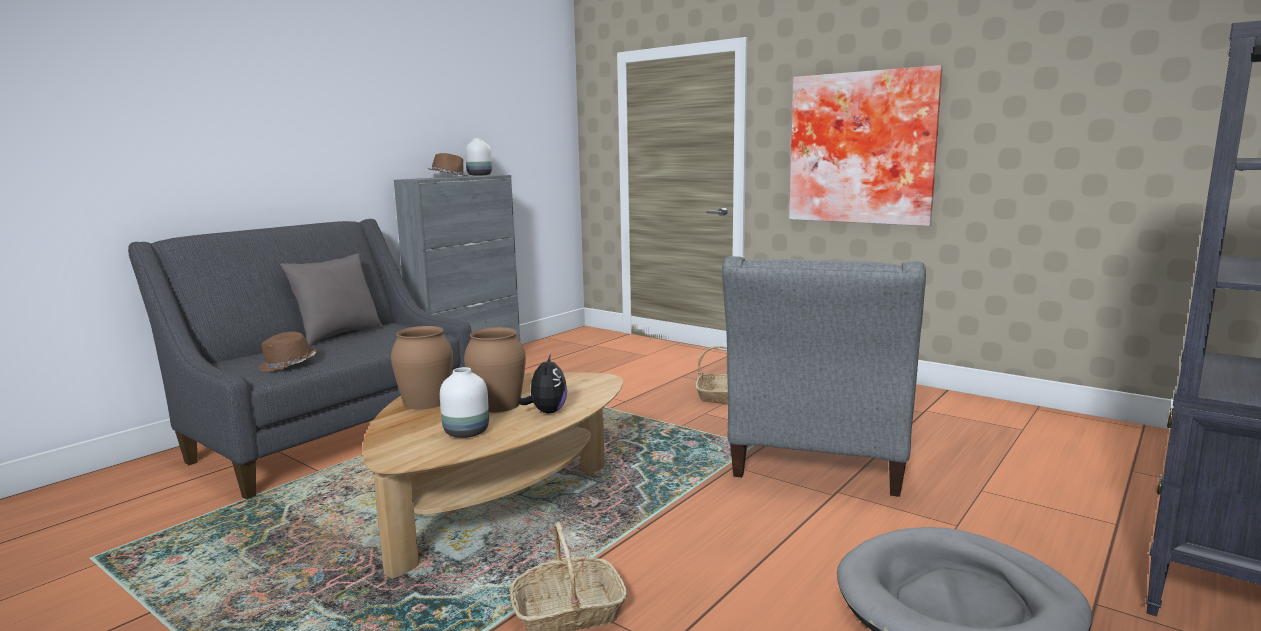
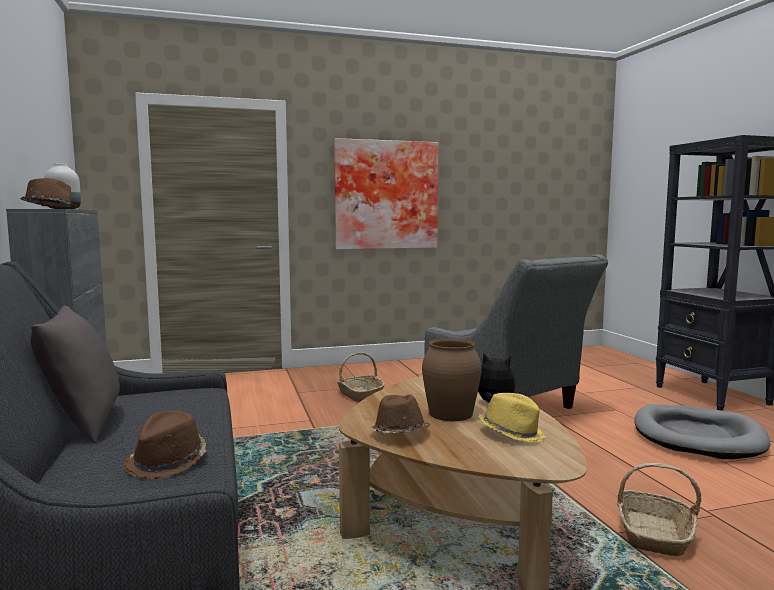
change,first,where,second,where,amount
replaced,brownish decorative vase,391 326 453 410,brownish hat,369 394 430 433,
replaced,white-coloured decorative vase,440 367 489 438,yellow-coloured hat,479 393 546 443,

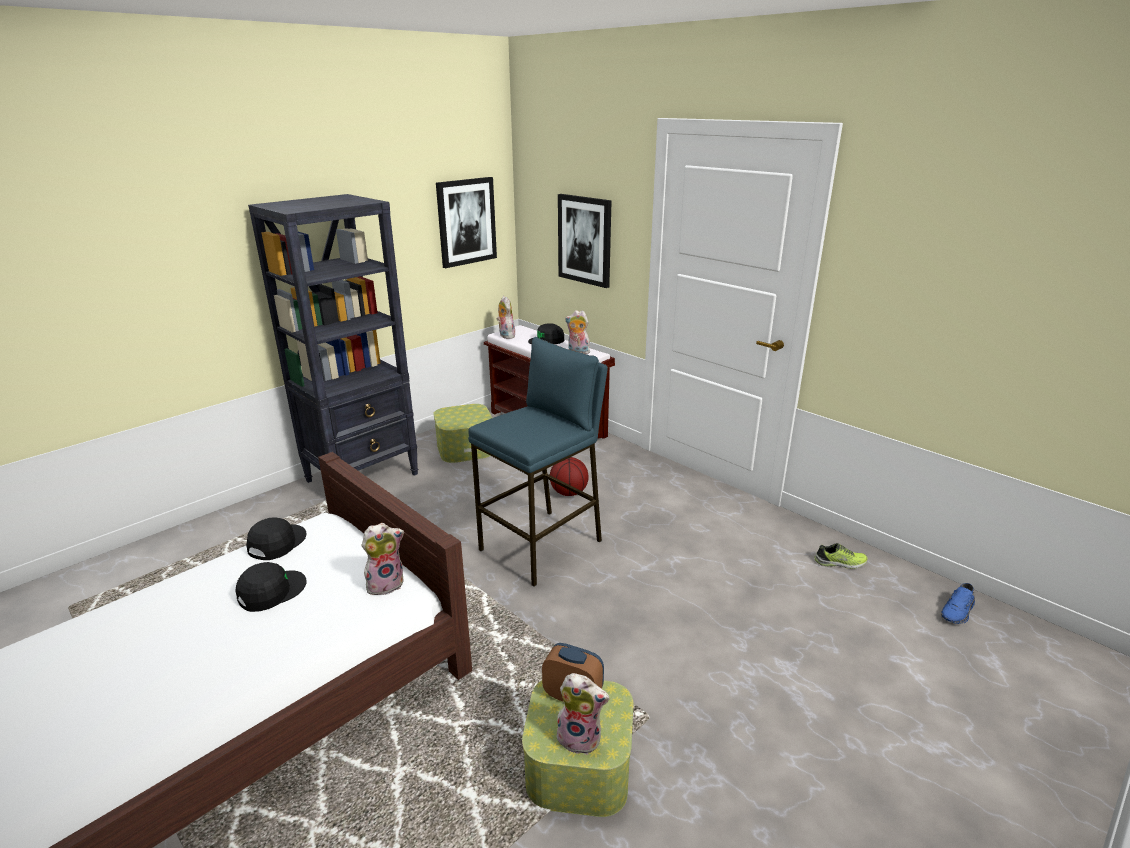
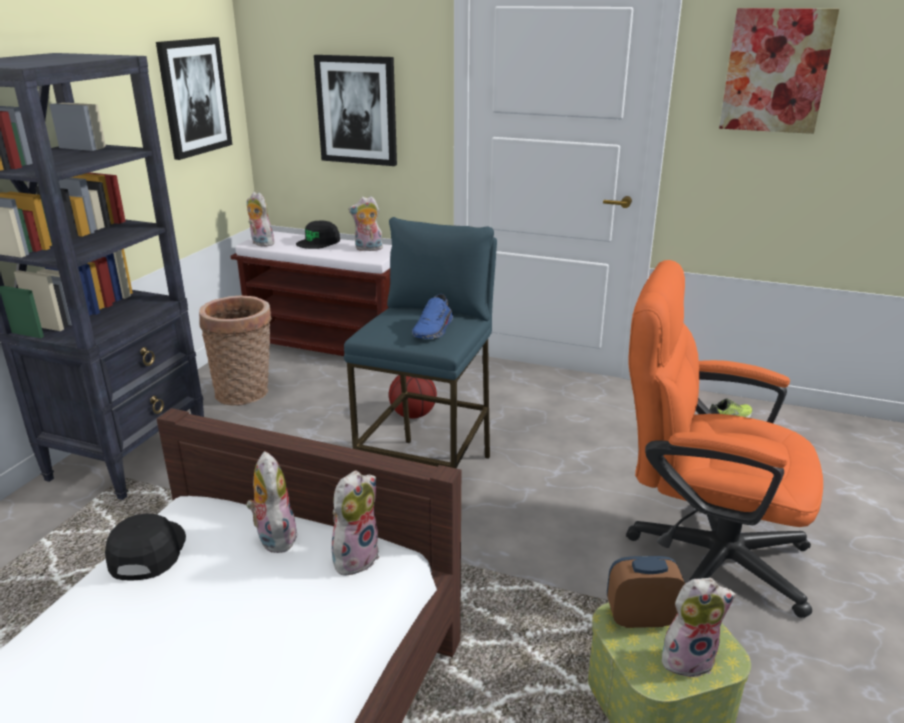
change,first,where,second,where,amount
removed,blackish baseball cap,235 562 307 612,,,
replaced,storage bin,433 404 492 463,storage basket,199 296 272 406,
moved,blue shoe,941 583 975 624,,412 294 453 339,
added,,,soft toy,246 451 297 553,
added,,,orange-coloured desk chair,626 260 823 618,
added,,,picture,719 8 839 134,

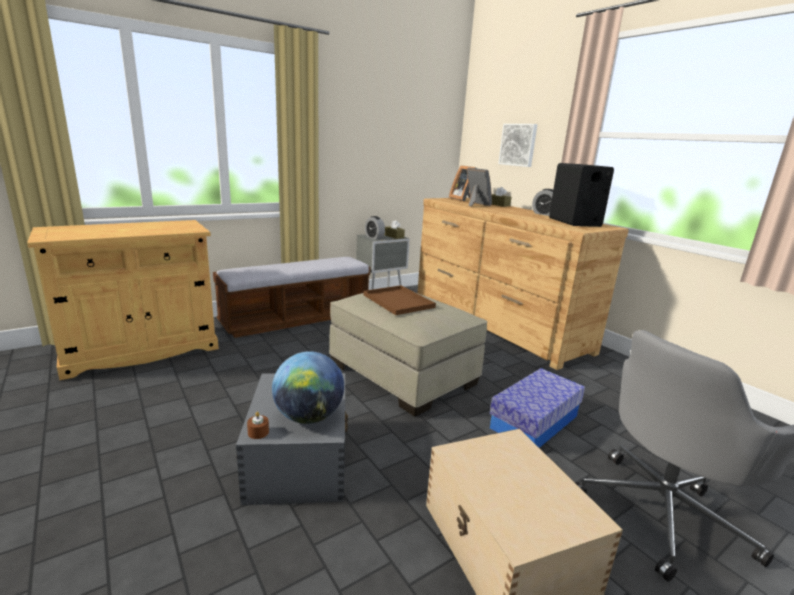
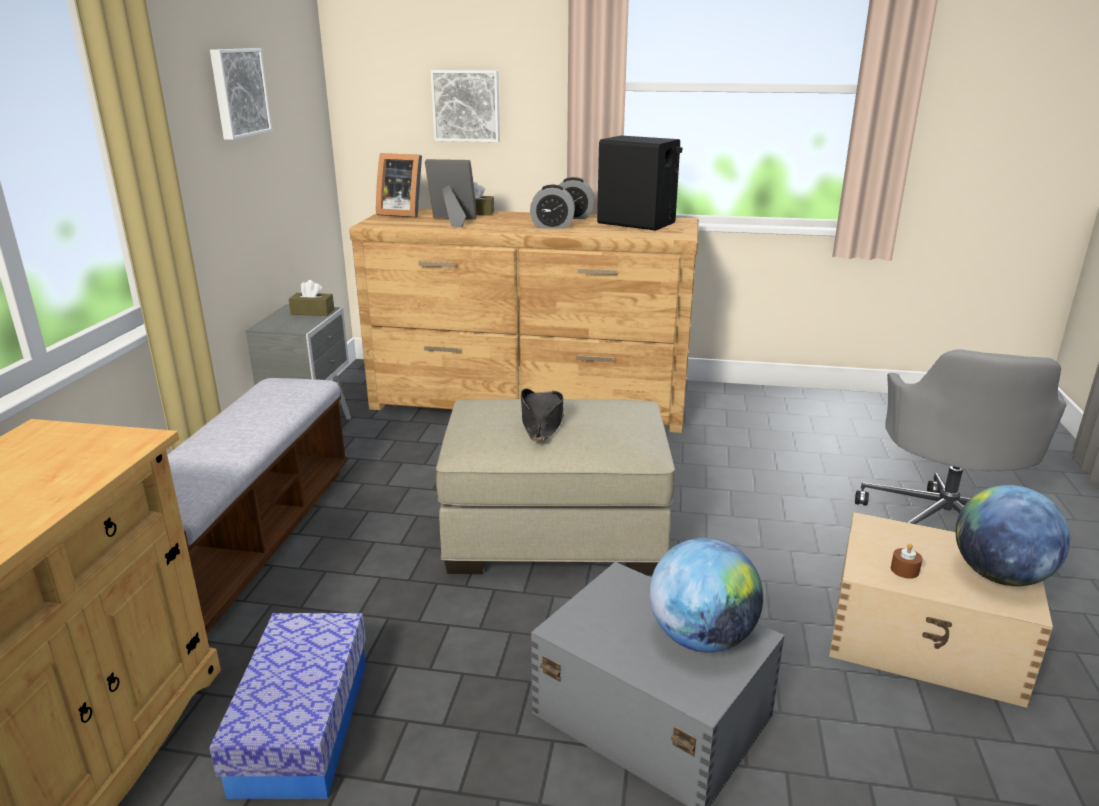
change,first,where,second,where,amount
moved,brownish wax light,247 412 269 439,,891 543 922 579,
replaced,brownish serving tray,363 285 436 315,blackish hat,521 389 564 441,
moved,bedside clock,365 216 385 240,,530 185 575 229,
moved,storage bin,490 368 585 448,,210 613 366 799,
added,,,picture,210 48 272 140,
added,,,desk globe,956 485 1070 586,

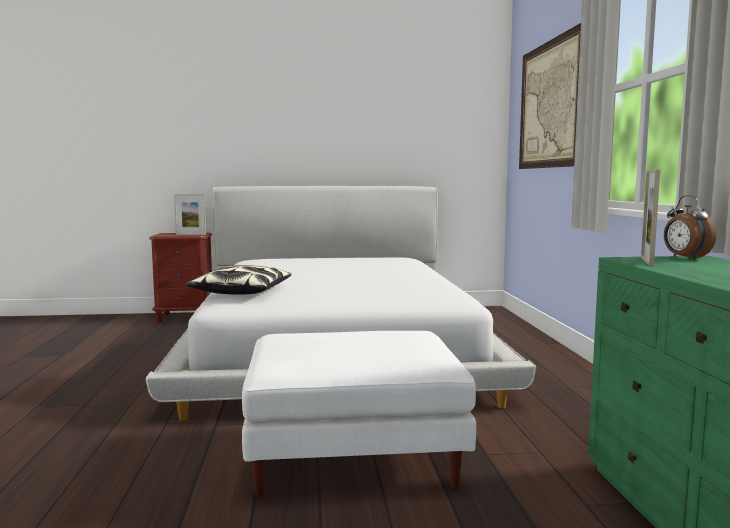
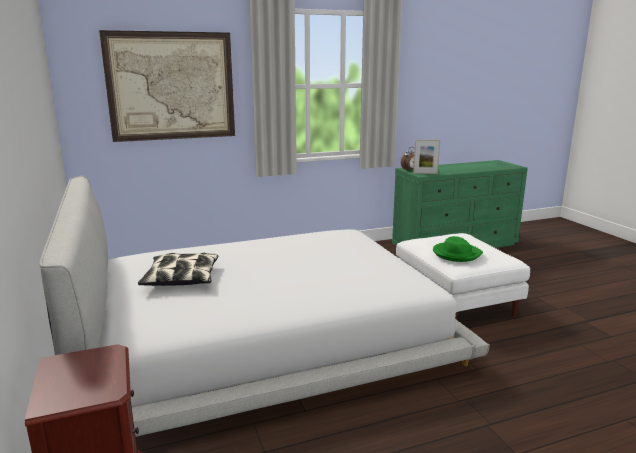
change,first,where,second,where,amount
removed,picture frame,174 194 206 235,,,
moved,throw pillow,186 265 291 295,,138 253 218 286,
added,,,greenish hat,433 236 483 262,

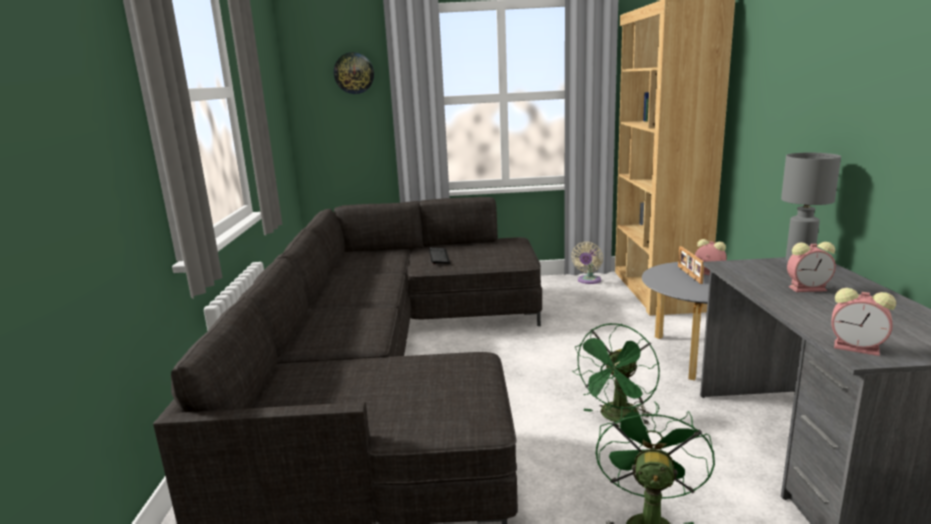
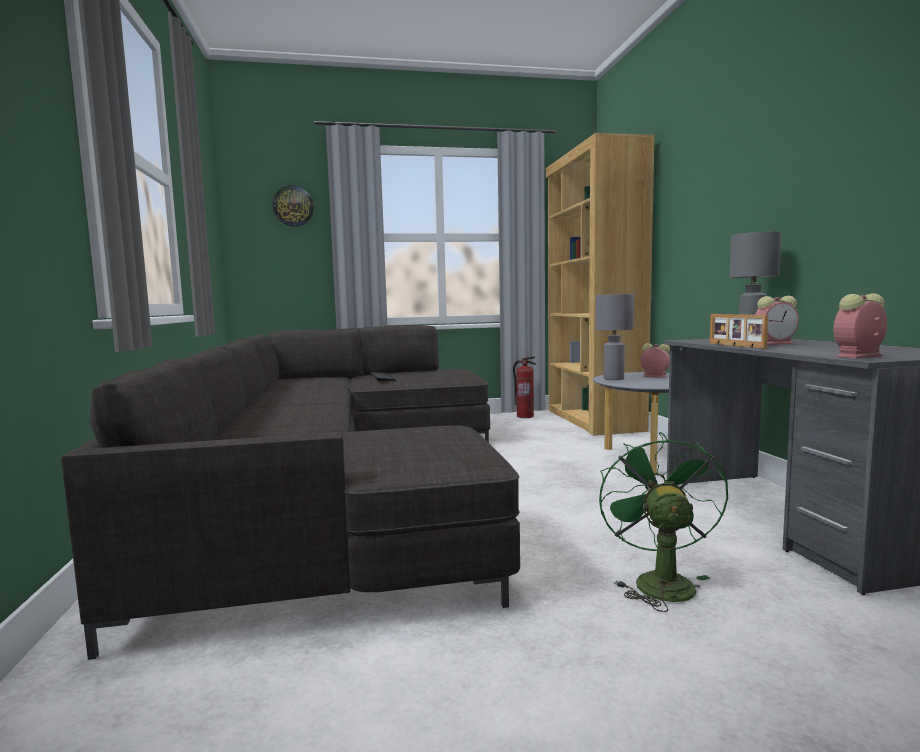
change,first,where,second,where,amount
replaced,beige-coloured electric fan,571 242 603 284,fire extinguisher,513 356 536 418,
removed,greenish electric fan,572 323 660 425,,,
moved,picture frame,678 246 704 284,,710 314 769 349,
turned,bedside clock,831 288 896 356,,834 293 887 358,135 degrees clockwise
added,,,gray lamp for a table,596 294 634 380,

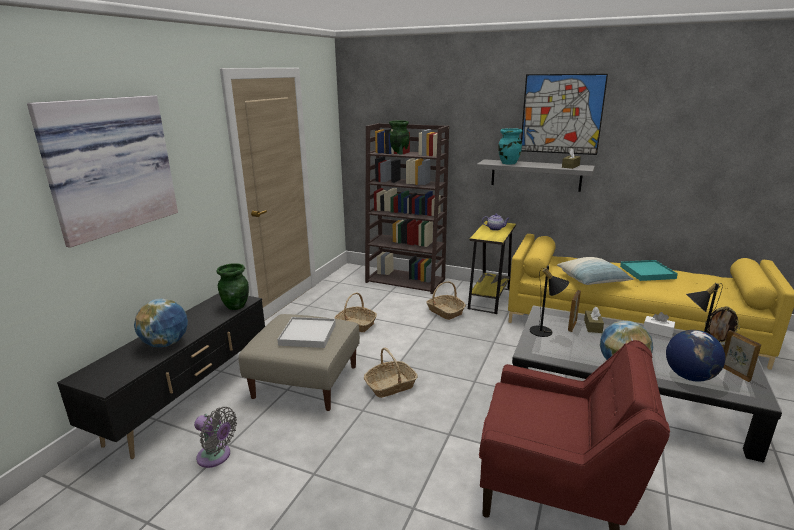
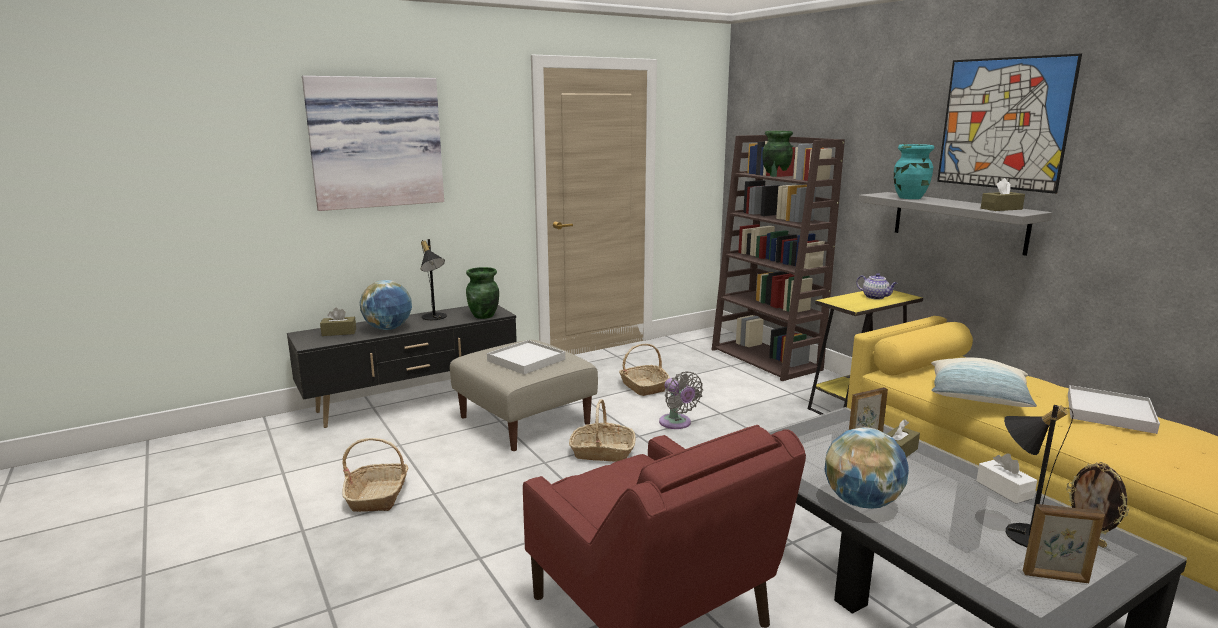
change,first,where,second,where,amount
moved,gray electric fan,194 407 237 468,,659 371 703 429,
moved,storage basket,426 281 466 320,,342 438 409 512,
moved,blackish lamp for a table,530 265 569 337,,421 239 447 320,
recoloured,blue-green serving tray,620 260 678 281,white-coloured serving tray,1068 385 1160 434,
removed,desk globe,666 330 726 382,,,
turned,picture frame,723 330 761 382,,1023 504 1105 583,90 degrees clockwise
added,,,brownish tissue holder,320 308 356 336,

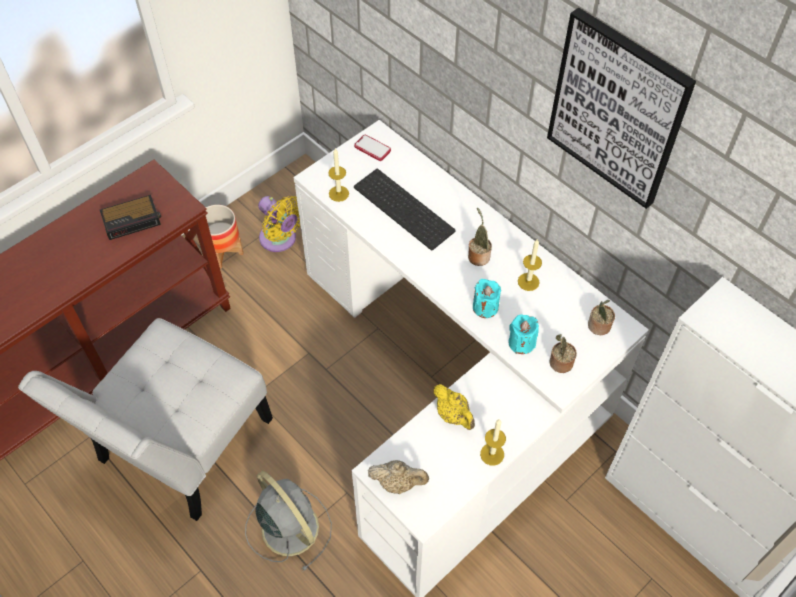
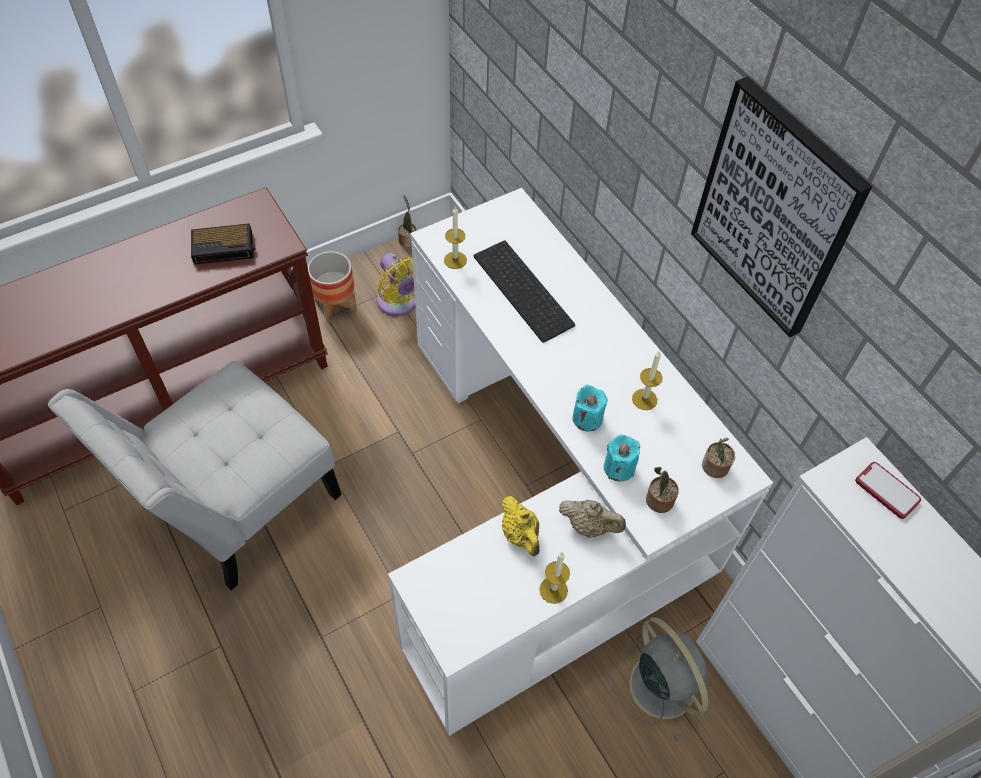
change,first,where,second,where,amount
moved,gray electric fan,245 471 332 571,,610 617 711 741,
moved,phone,354 135 391 161,,855 462 921 519,
moved,beige-coloured tea pot,368 460 429 494,,559 500 626 538,
moved,plant in a pot,468 208 492 266,,398 196 417 248,

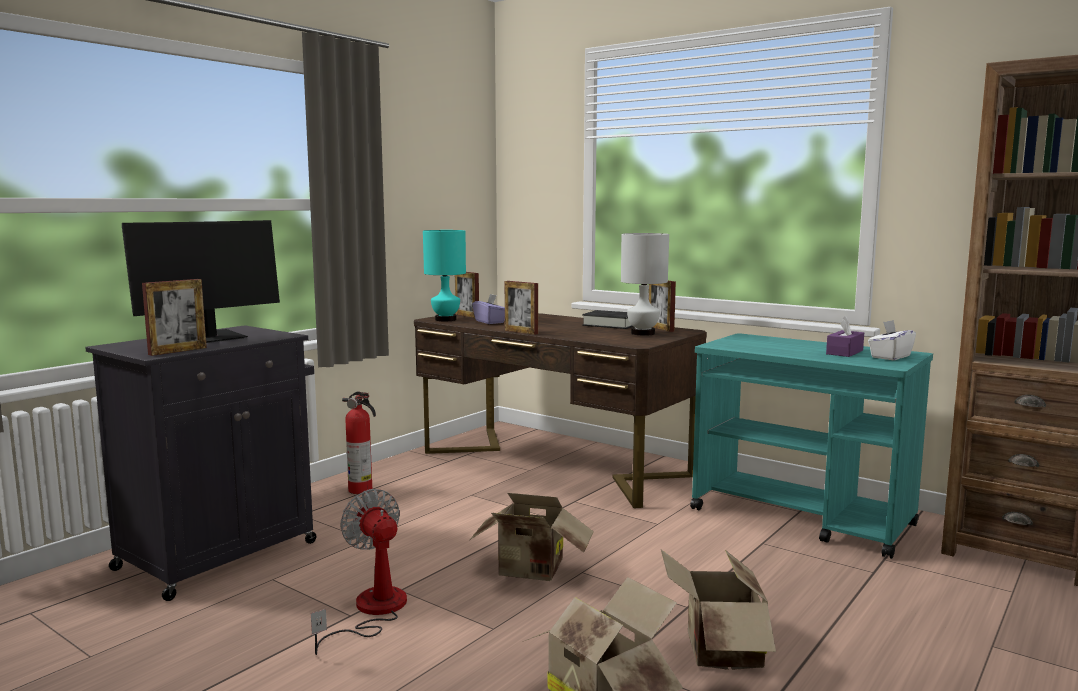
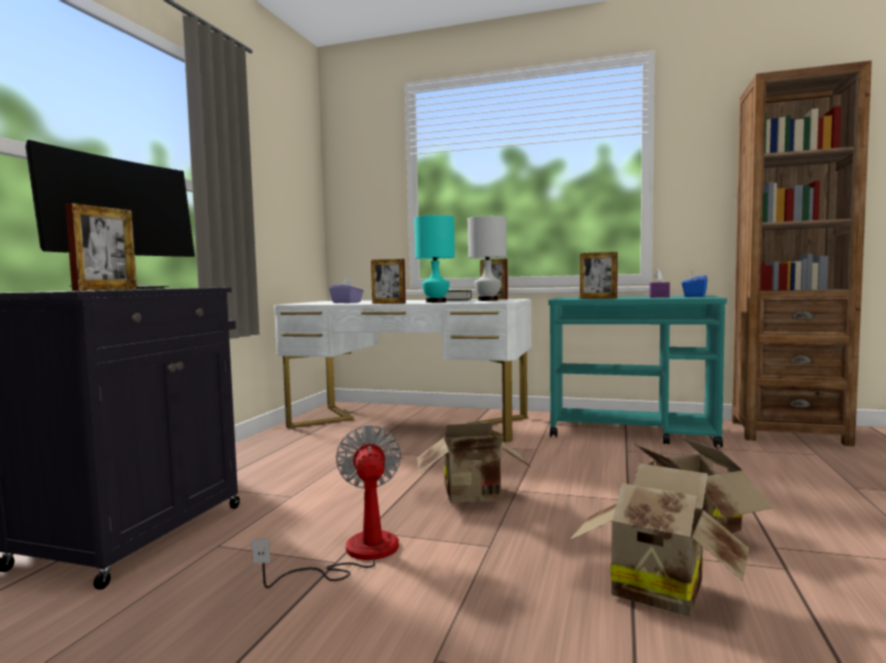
change,first,where,second,where,amount
turned,electric fan,311 489 407 655,,251 425 401 588,45 degrees clockwise
removed,fire extinguisher,342 391 376 494,,,
recoloured,brownish desk unit,414 313 707 508,white-coloured desk unit,274 299 531 442,
moved,blue-green lamp for a table,423 230 466 321,,414 215 455 303,
moved,picture frame,455 272 479 318,,580 252 618 299,
recoloured,white-coloured tissue holder,868 320 916 360,blue tissue holder,681 270 708 297,

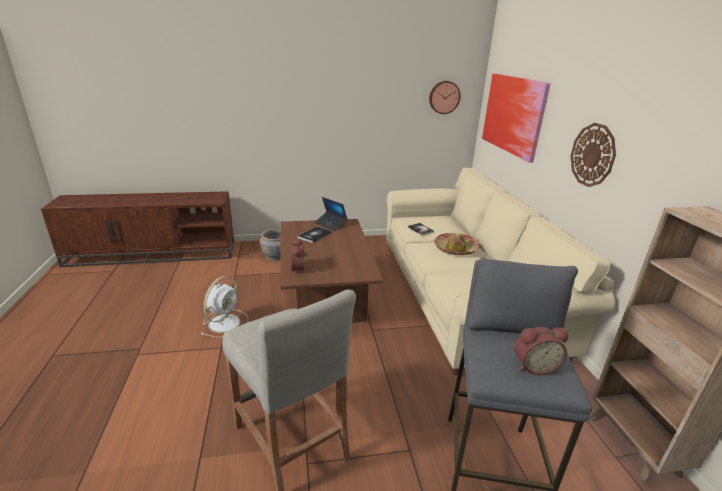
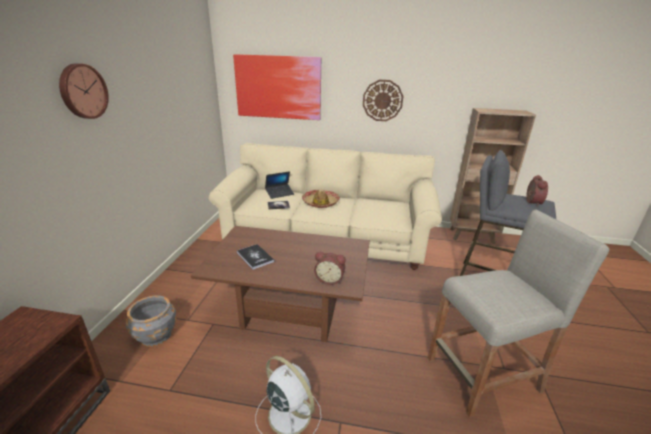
change,first,where,second,where,amount
moved,notebook computer,314 197 348 231,,265 171 294 199,
moved,clock on the wall,429 81 461 114,,59 63 109 119,

